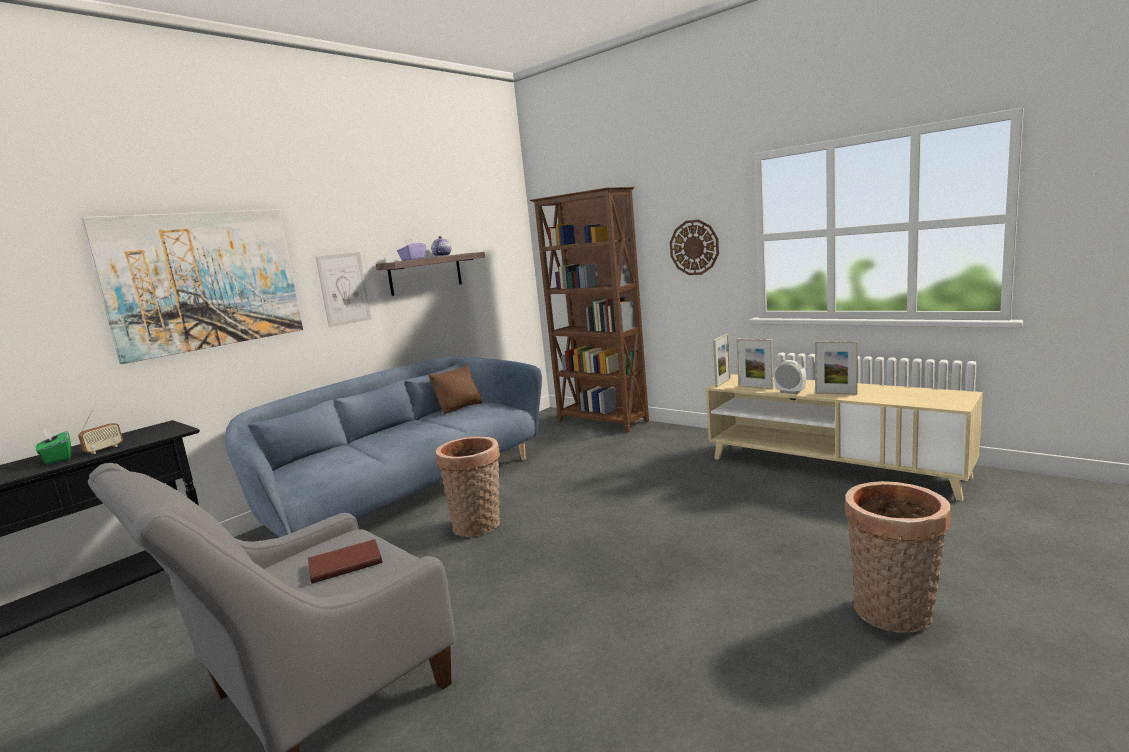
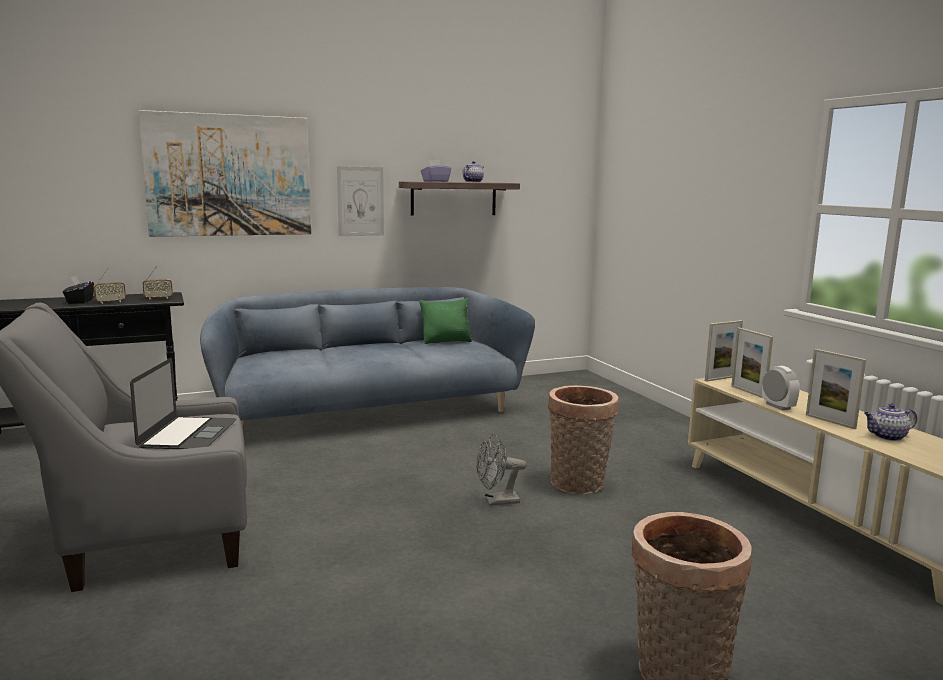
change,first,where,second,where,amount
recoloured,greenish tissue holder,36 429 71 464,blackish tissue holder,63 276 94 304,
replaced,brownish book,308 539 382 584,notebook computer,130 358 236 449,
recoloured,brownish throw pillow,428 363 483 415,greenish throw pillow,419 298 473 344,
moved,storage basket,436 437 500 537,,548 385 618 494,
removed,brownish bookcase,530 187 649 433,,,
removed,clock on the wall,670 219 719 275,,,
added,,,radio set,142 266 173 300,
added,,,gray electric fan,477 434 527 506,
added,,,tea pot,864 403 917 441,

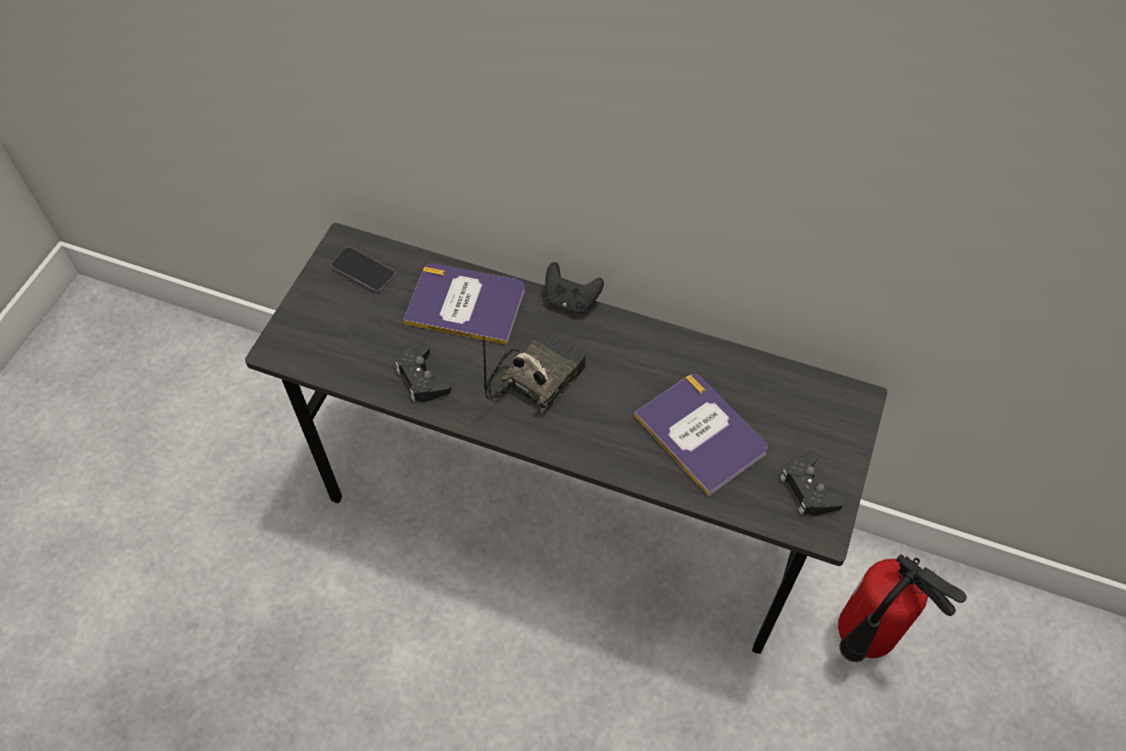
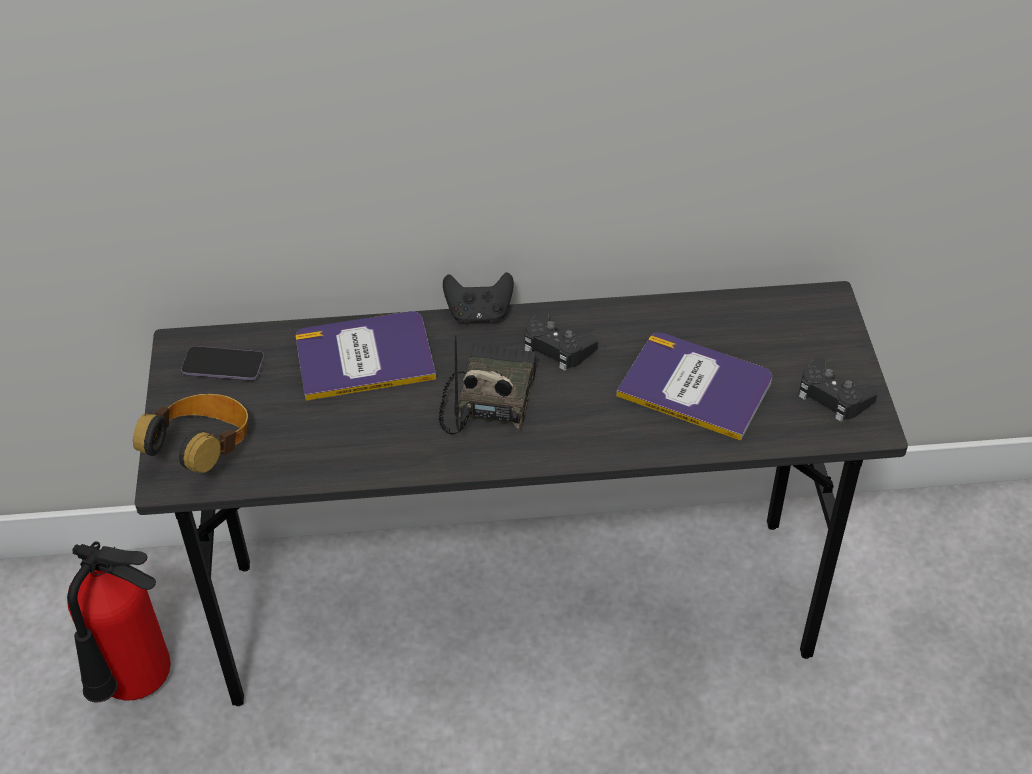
change,first,where,second,where,amount
moved,blackish gamepad,396 343 451 402,,524 311 598 371,
moved,fire extinguisher,838 554 967 662,,67 541 171 702,
added,,,pair of headphones,133 394 248 473,

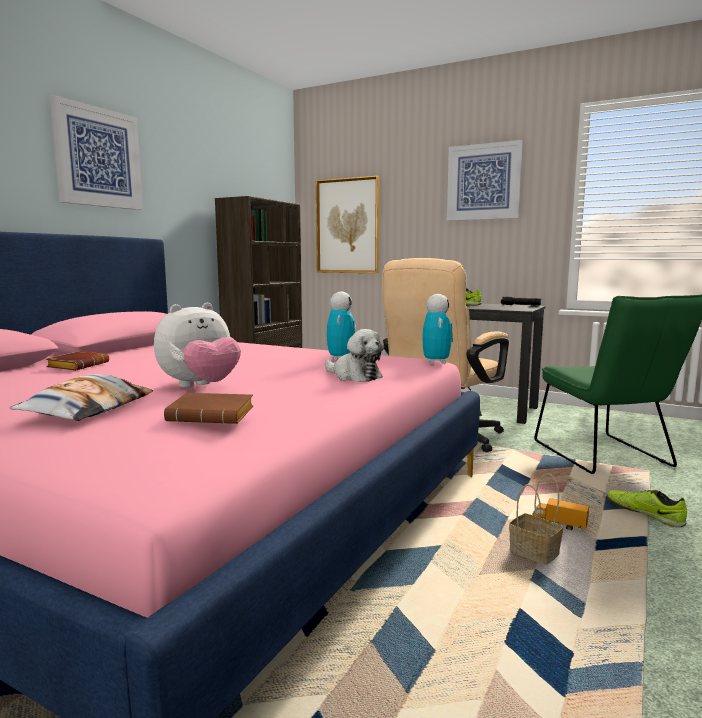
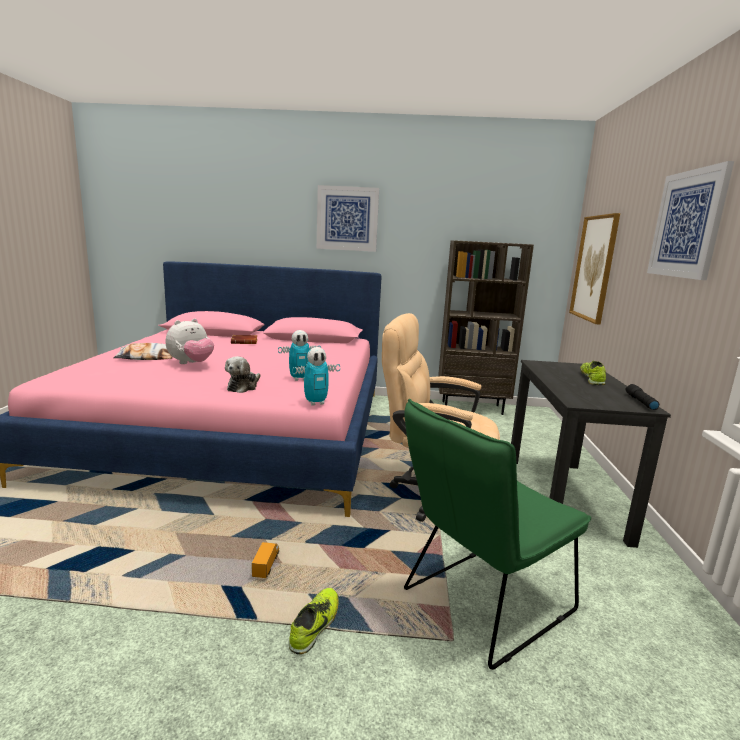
change,first,where,second,where,amount
turned,soft toy,154 303 241 388,,166 318 214 364,75 degrees counterclockwise
removed,brownish book,164 393 253 424,,,
removed,storage basket,509 473 563 565,,,

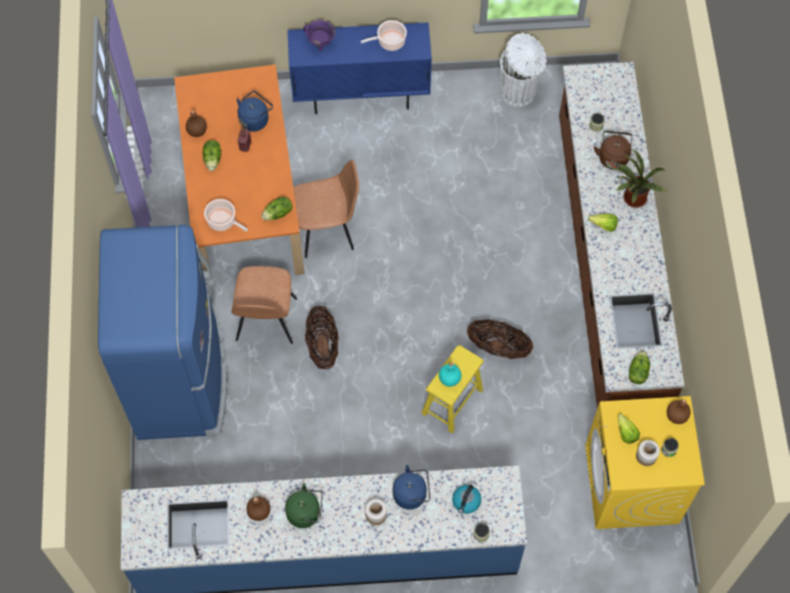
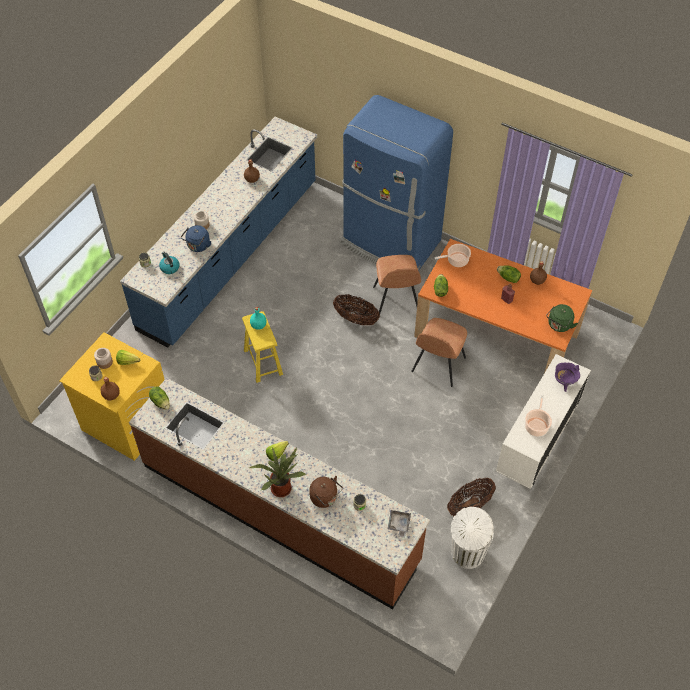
change,first,where,second,where,amount
turned,brownish upright chair,231 266 297 344,,373 255 421 314,135 degrees counterclockwise
removed,blue kettle,236 91 273 132,,,
moved,greenish kettle,285 483 323 528,,546 304 578 332,
recoloured,blue cupboard,287 22 432 114,white-coloured cupboard,496 354 591 489,
moved,storage basket,467 319 533 359,,447 478 496 517,
added,,,gray serving tray,388 510 411 538,

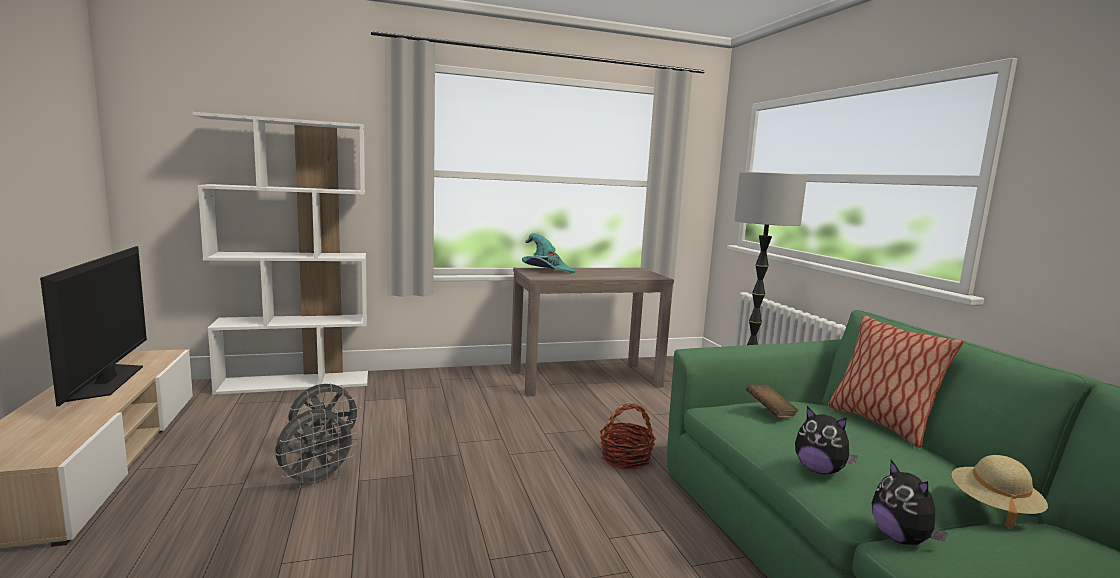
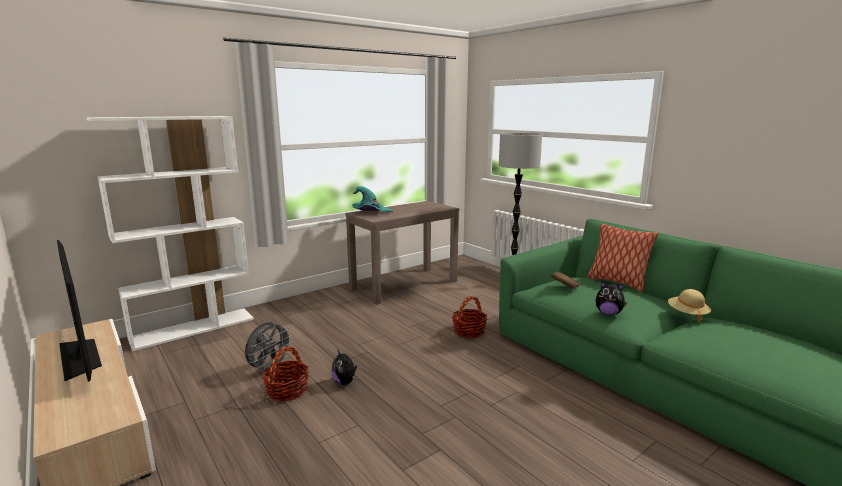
change,first,where,second,where,amount
replaced,gray electric fan,275 409 357 488,storage basket,262 346 309 402,
moved,soft toy,872 460 948 545,,332 349 358 385,

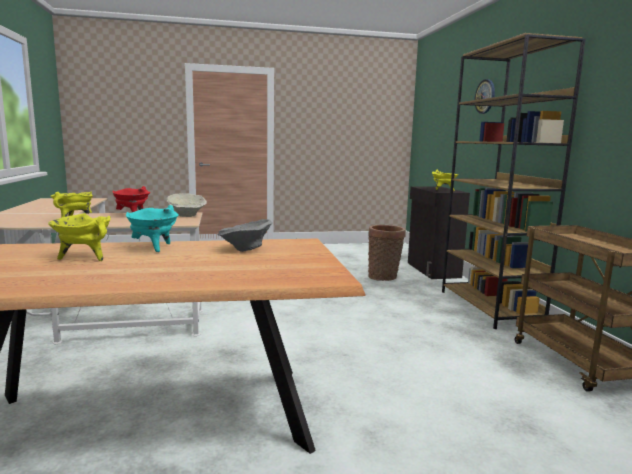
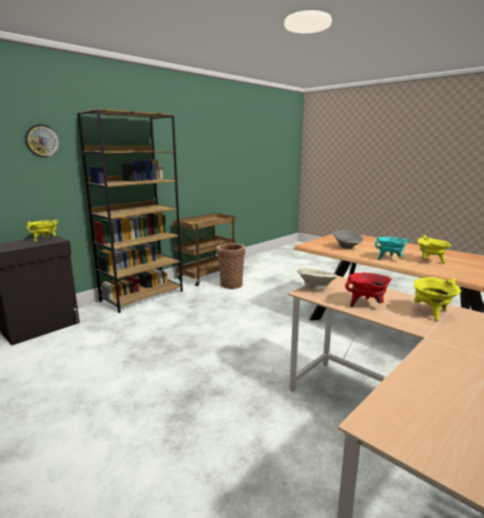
change,first,where,second,where,amount
moved,storage basket,368 225 406 281,,217 243 245 289,

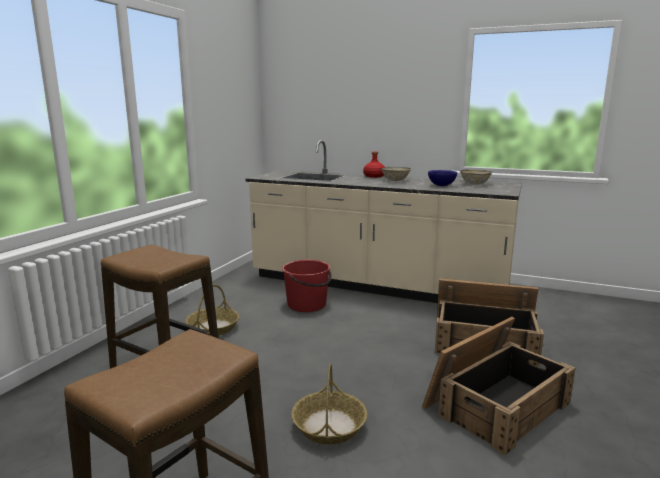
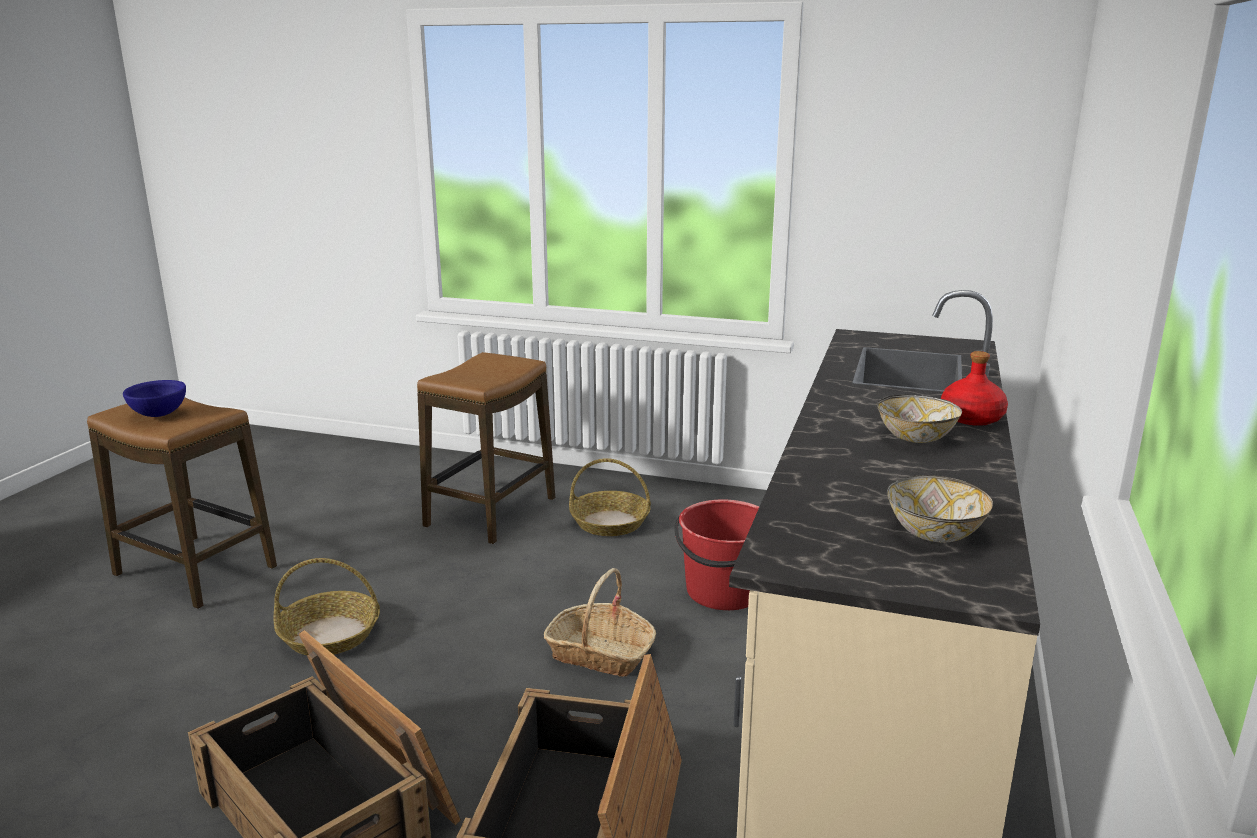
change,first,where,second,where,amount
moved,blue bowl,428 170 457 186,,123 380 186 417,
added,,,storage basket,544 568 656 677,

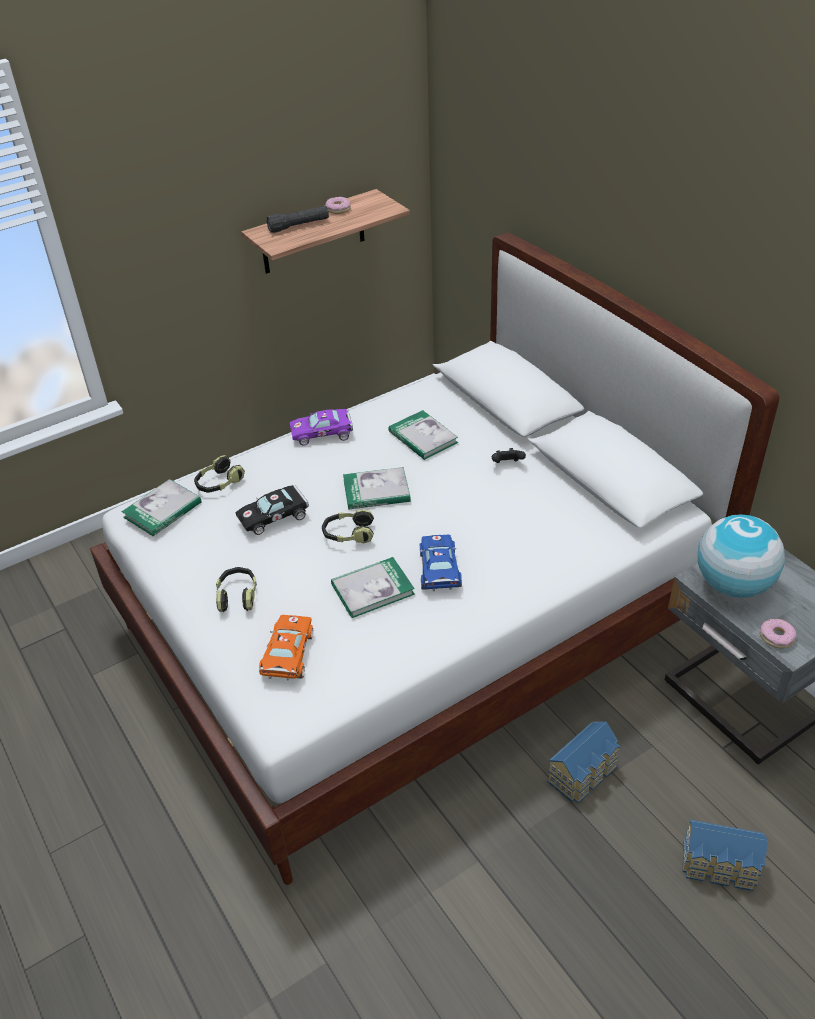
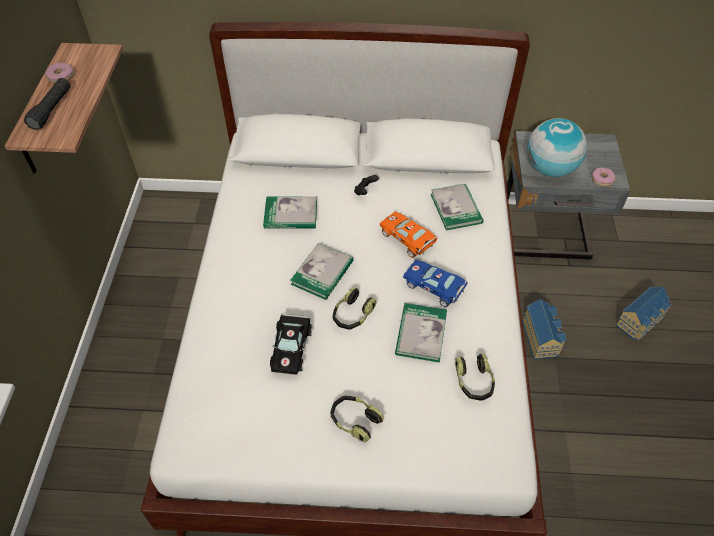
change,first,where,second,where,amount
moved,book,121 479 201 536,,431 184 483 230,
moved,pair of headphones,194 455 245 493,,455 354 495 401,
moved,orange-coloured toy car,259 615 313 681,,380 212 437 258,
removed,purplish toy car,290 409 353 446,,,

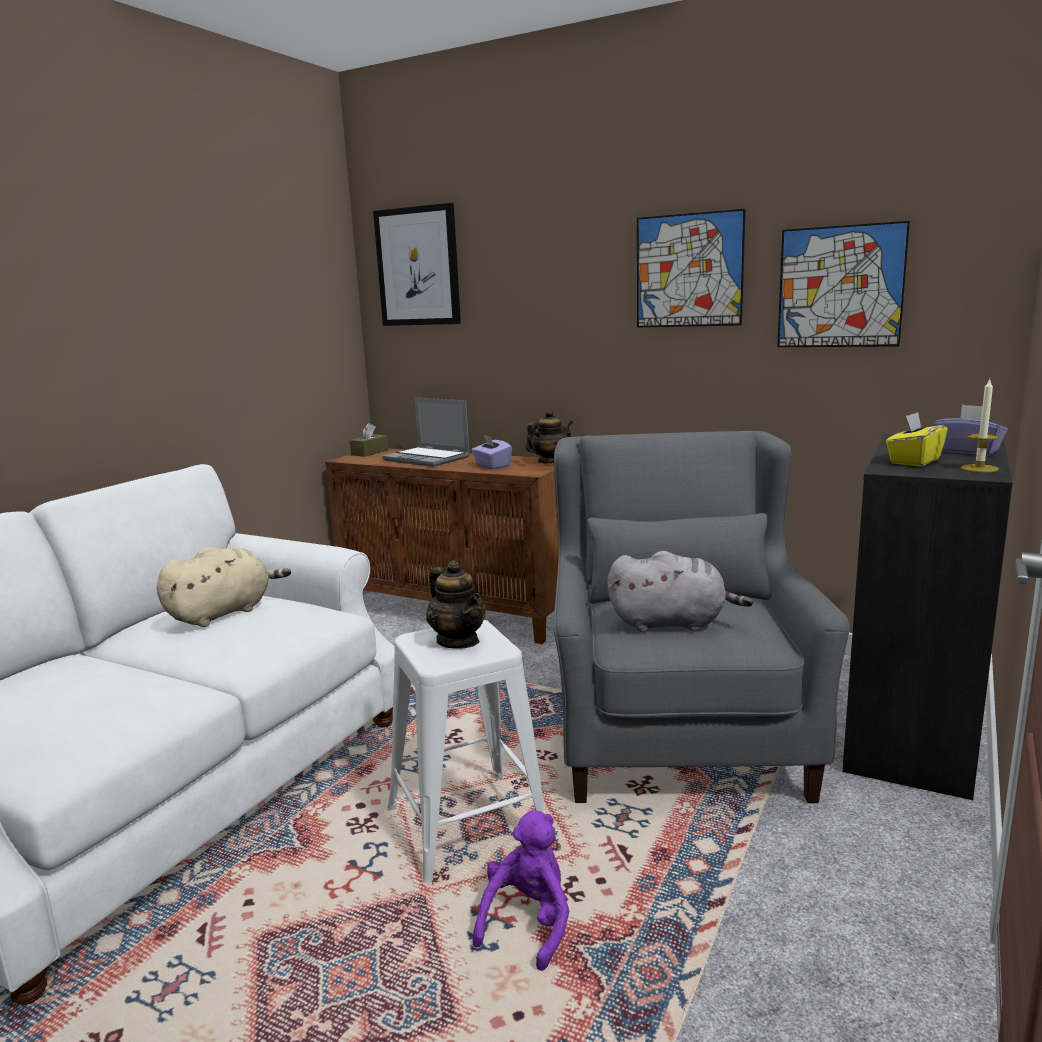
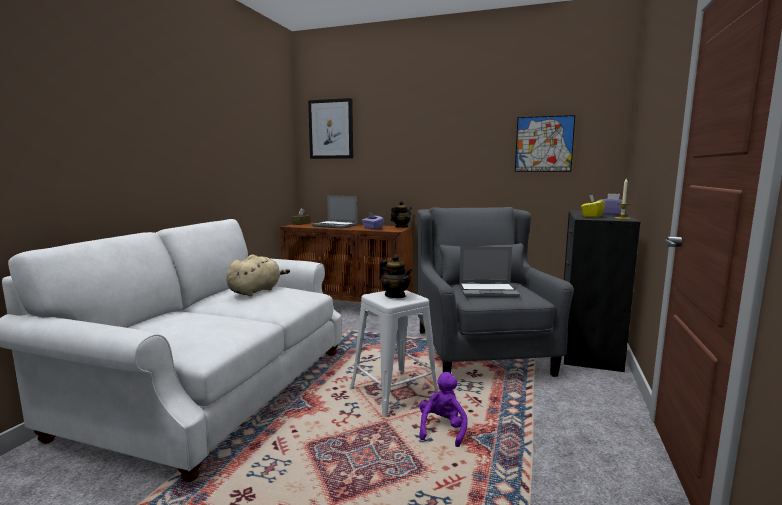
change,first,where,second,where,amount
replaced,gray soft toy,607 551 753 632,notebook computer,459 246 520 298,
removed,picture,637 209 746 328,,,

